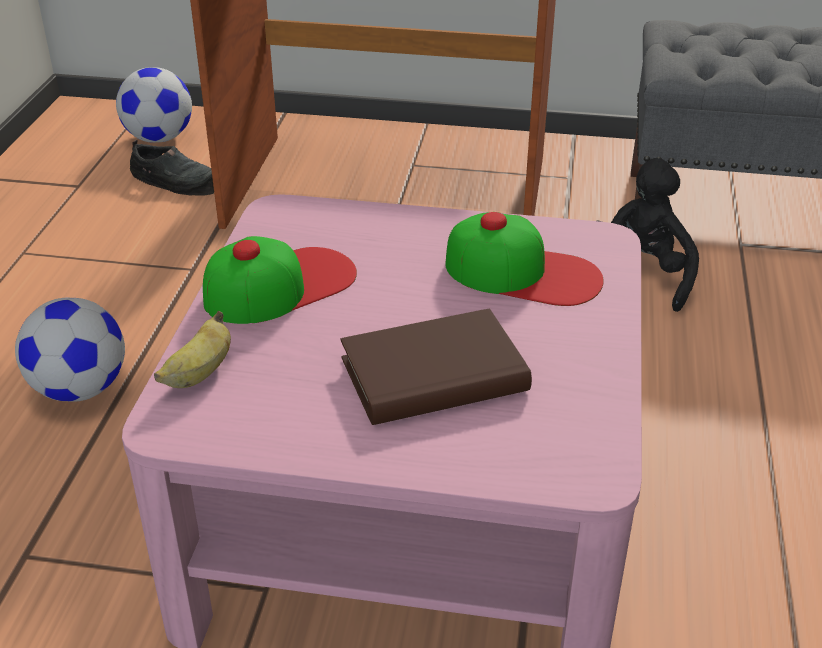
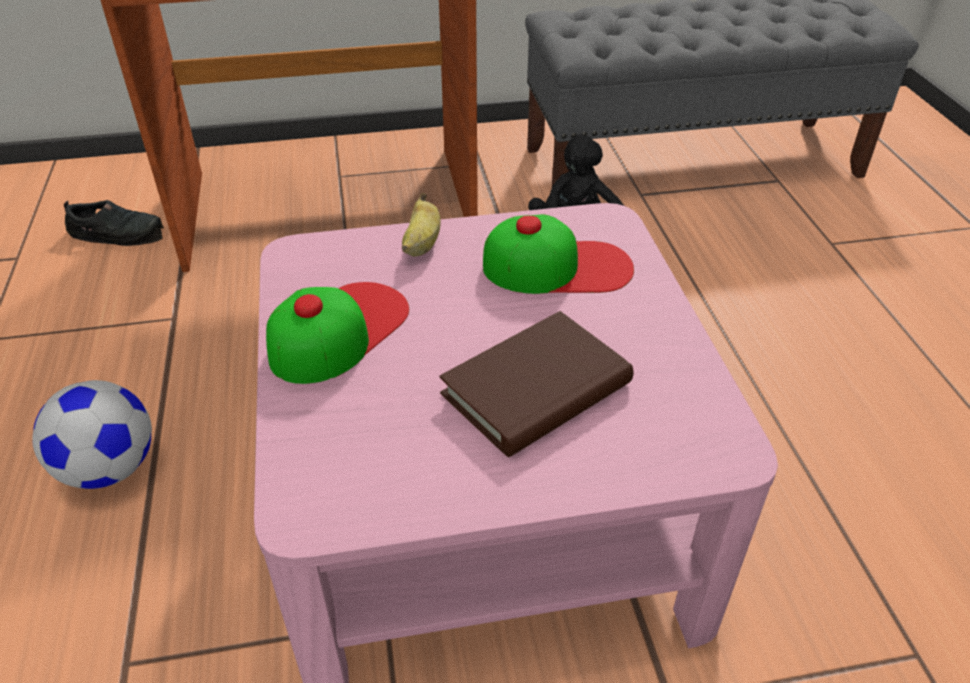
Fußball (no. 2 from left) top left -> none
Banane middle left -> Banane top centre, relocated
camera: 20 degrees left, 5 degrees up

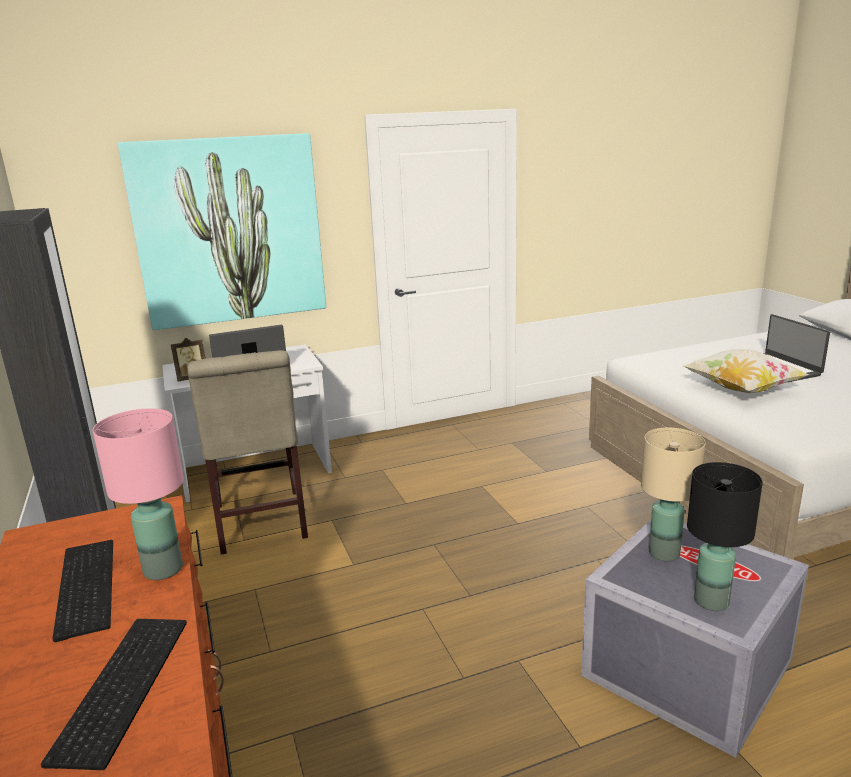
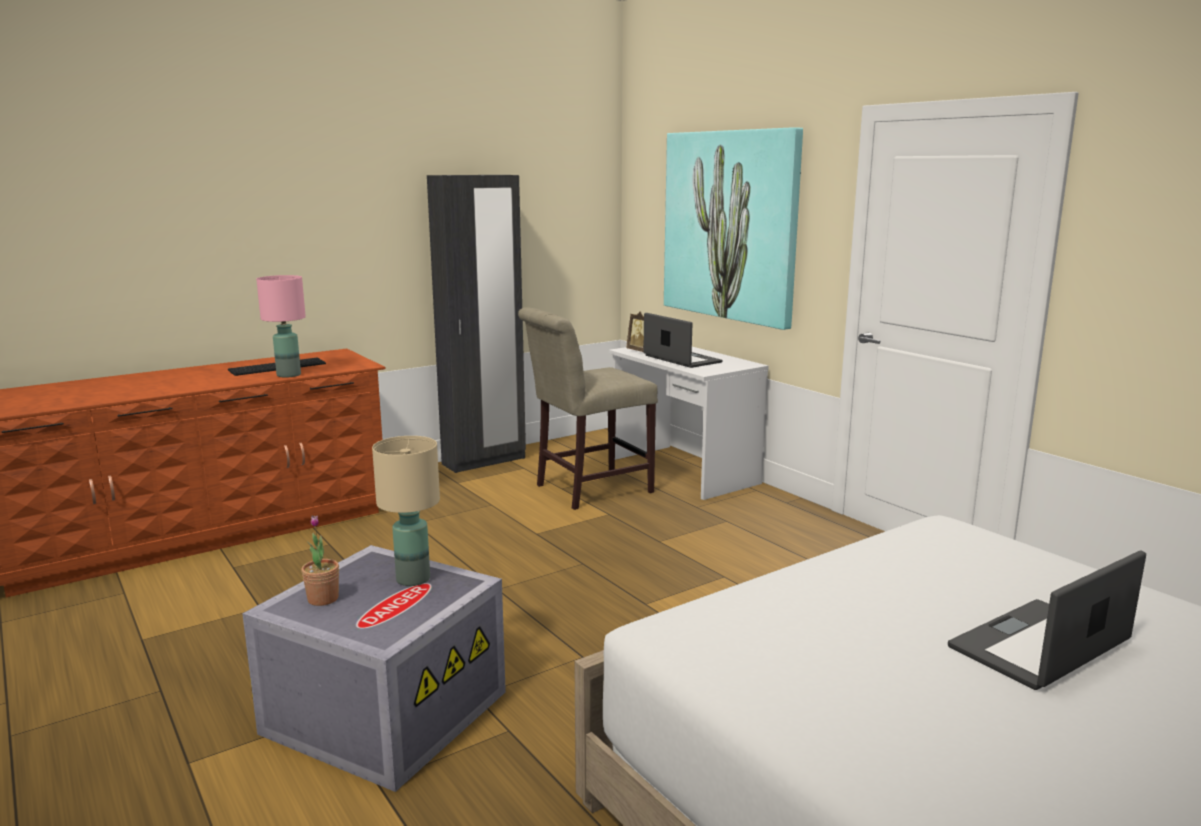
Kissen middle right -> none
Tischlampe/schwarz bottom right -> Topfpflanze bottom left
Tastatur (no. 2 from left) bottom left -> none
camera: 75 degrees right, 5 degrees down

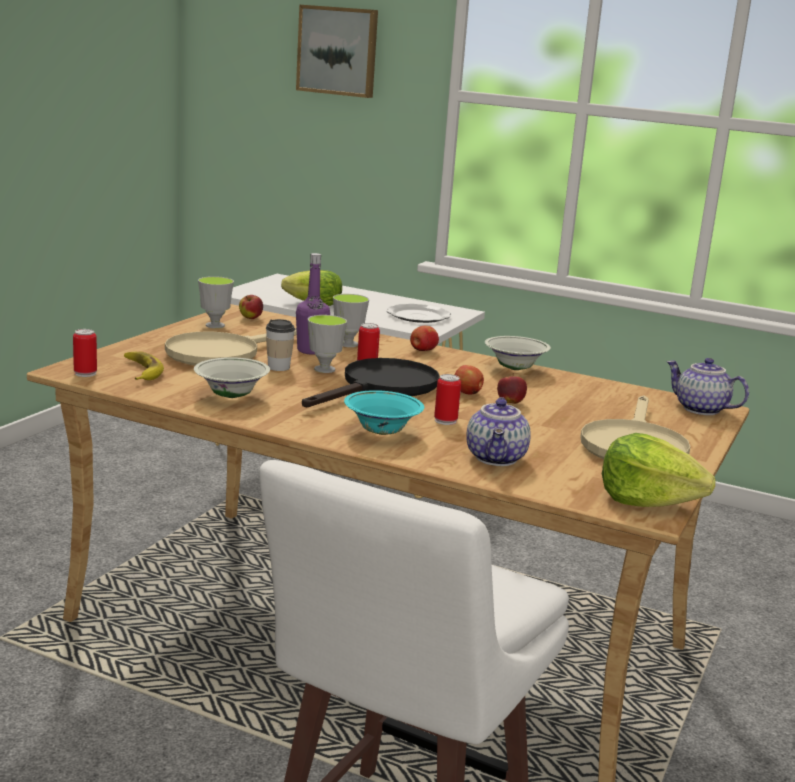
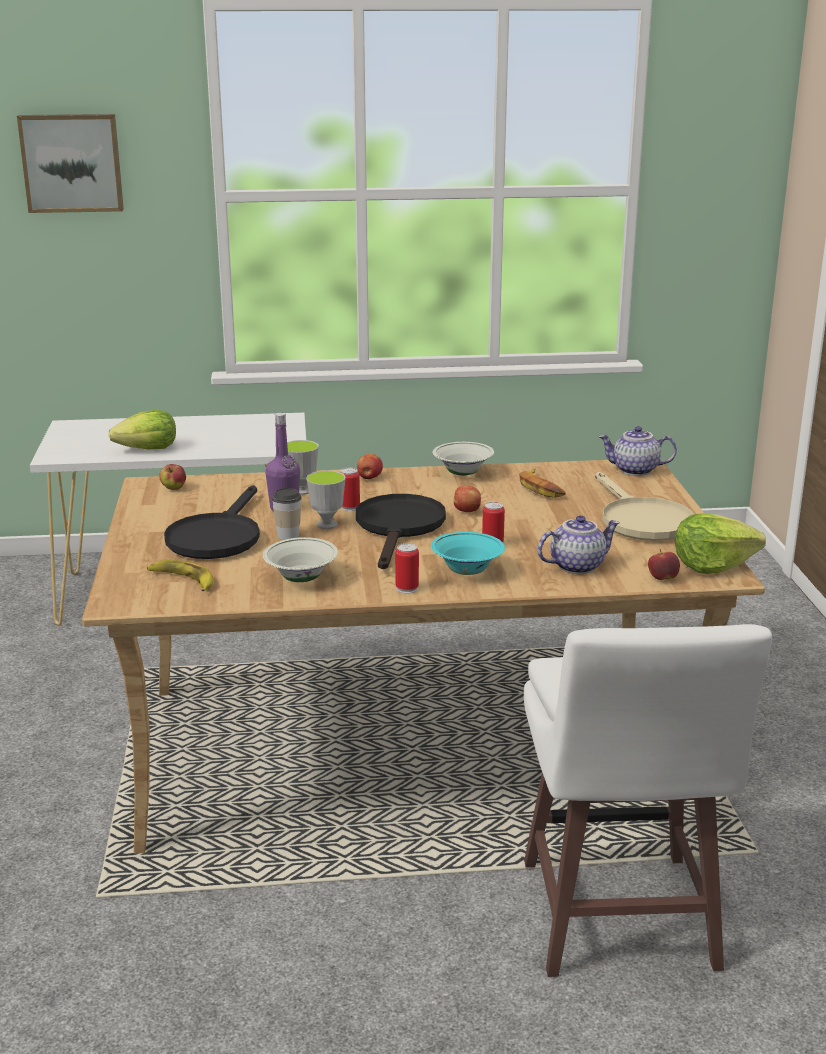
Tasse (no. 1 from left) middle left -> none
Teller centre -> none
Pfanne/beige (no. 1 from left) middle left -> Pfanne/schwarz (no. 1 from left) middle left
Dose (no. 1 from left in the first image) middle left -> Dose (no. 2 from left) centre, relocated
Apfel (no. 4 from left) centre -> Apfel (no. 4 from left) middle right, relocated
Teekanne (no. 1 from left) centre -> Teekanne (no. 1 from left) middle right, 90 degrees counterclockwise
none -> Banane (no. 2 from left) centre
camera: 30 degrees left, 5 degrees up

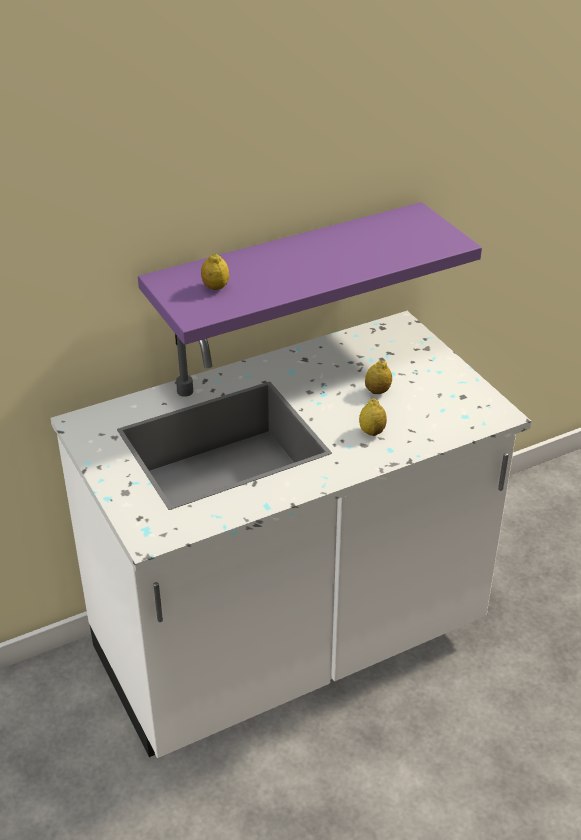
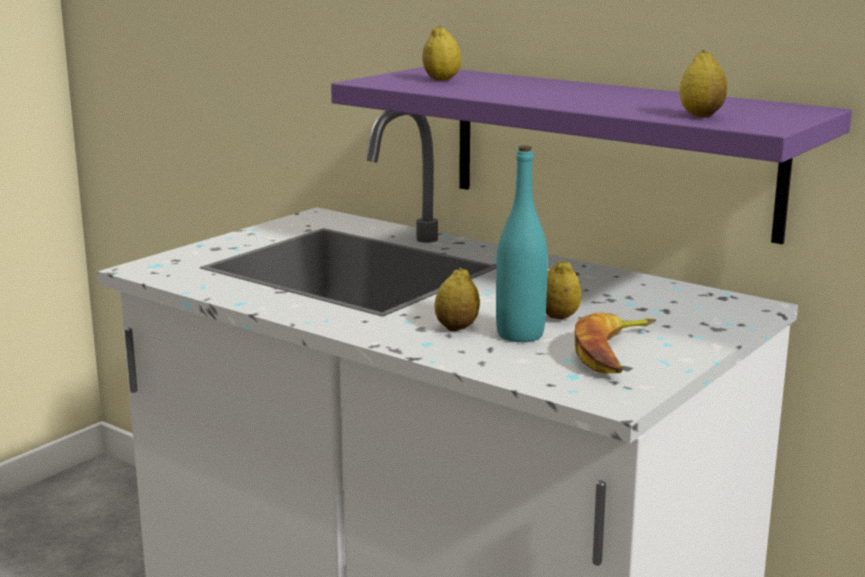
none -> Zitrone (no. 4 from left) top right
none -> Flasche/türkis centre
none -> Banane middle right
camera: 65 degrees right, 20 degrees down

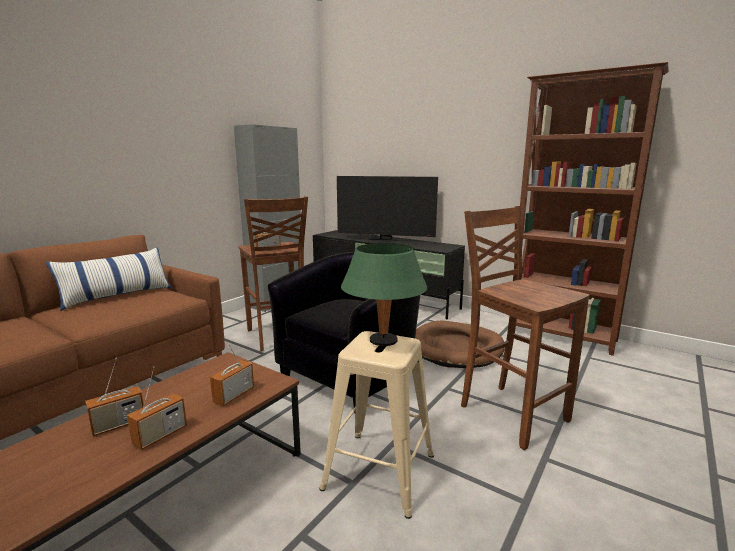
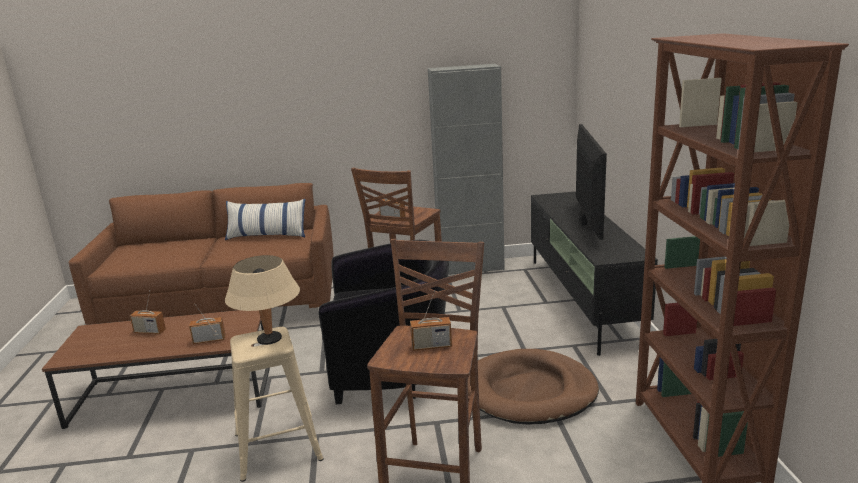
Fernseher centre -> Fernseher middle right, 150 degrees counterclockwise
Tischlampe/grün centre -> Tischlampe/beige middle left
Radio (no. 2 from left in the first image) bottom left -> Radio (no. 4 from left) centre, relocated
camera: 50 degrees right, 5 degrees up

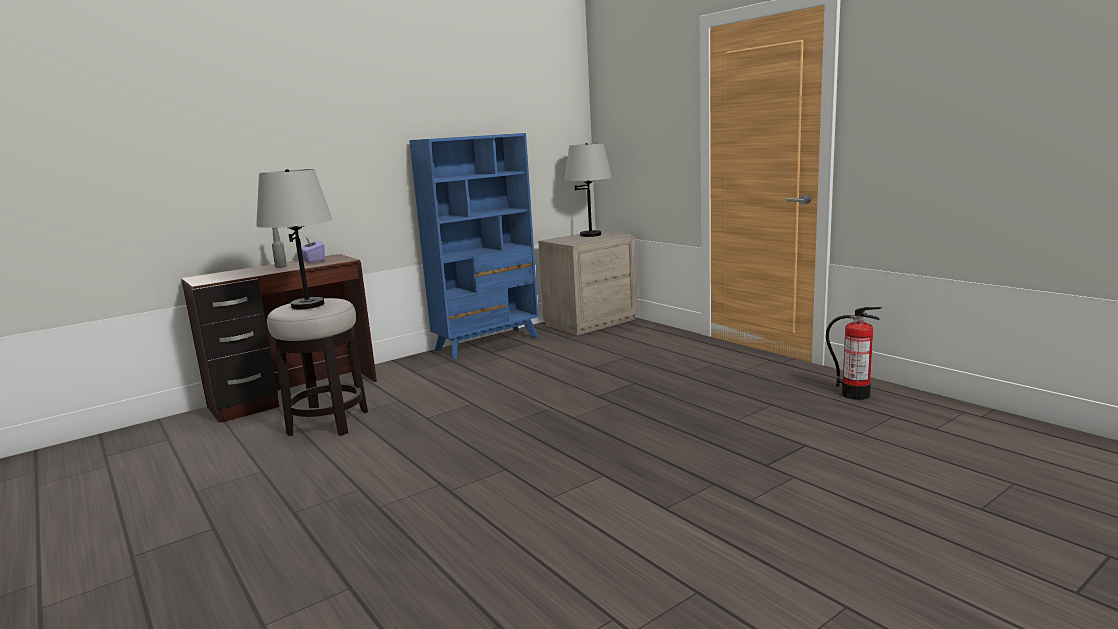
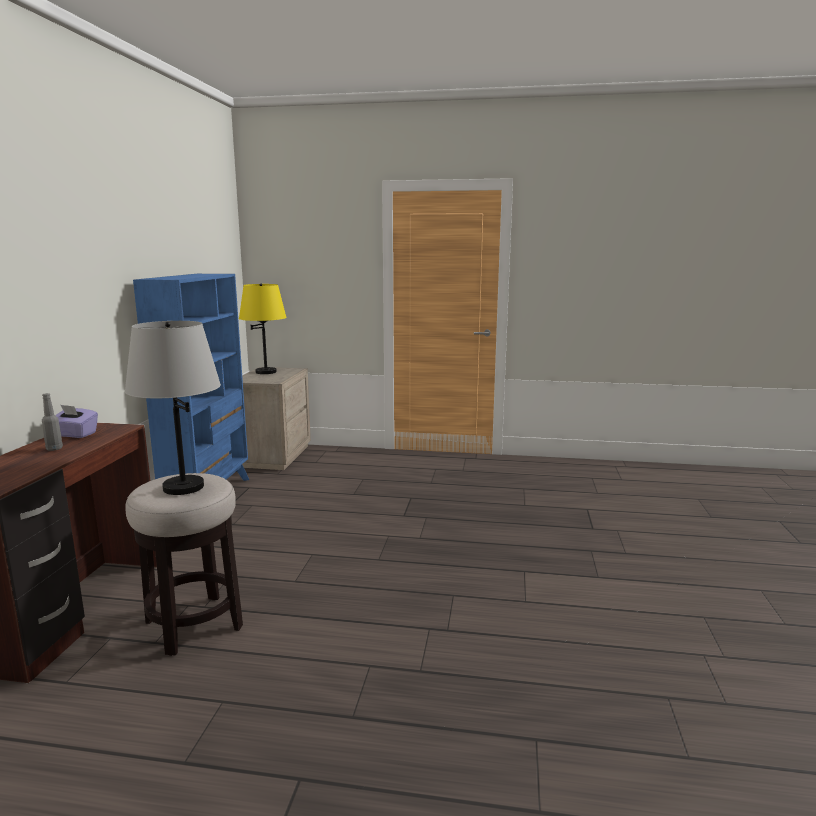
Tischlampe/grau (no. 2 from left) top centre -> Tischlampe/gelb middle left
Feuerlöscher middle right -> none
camera: 45 degrees left, 0 degrees up

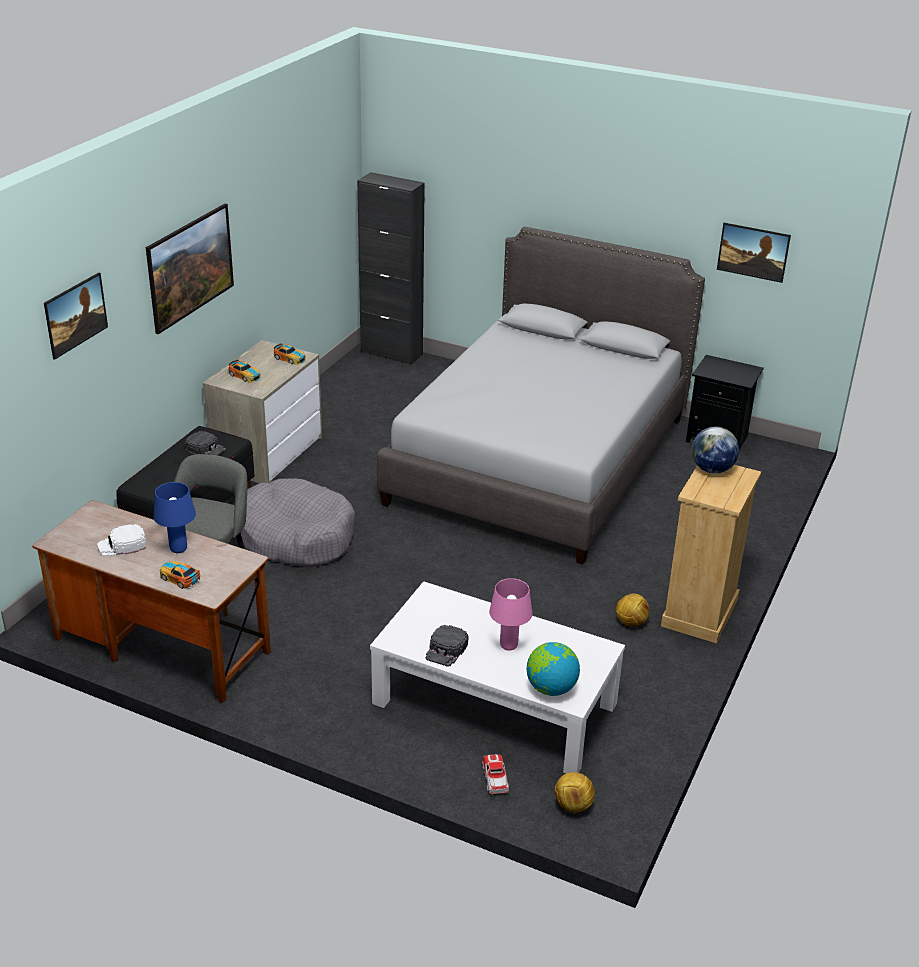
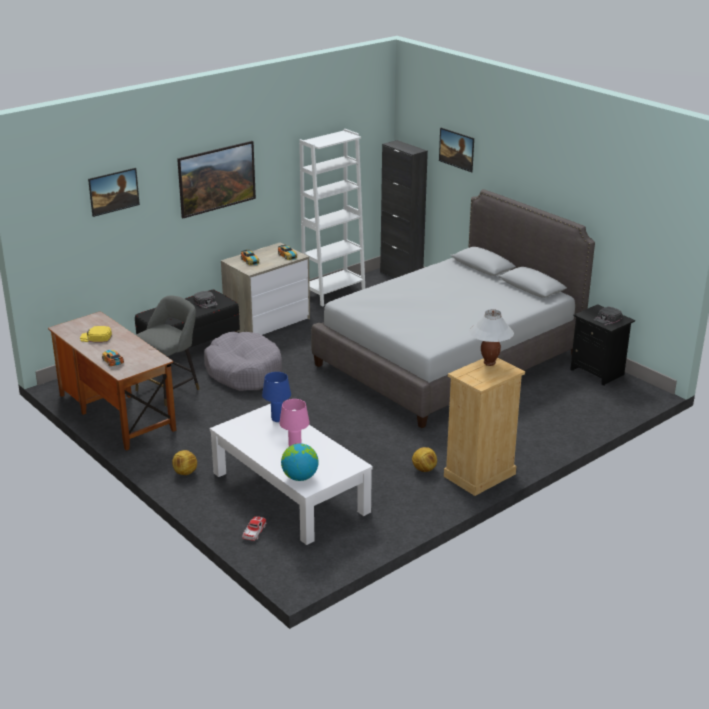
Bild (no. 3 from left) top right -> Bild (no. 3 from left) top centre, relocated
Globus (no. 2 from left) middle right -> Tischlampe/weiß middle right
Tischlampe/blau middle left -> Tischlampe/blau centre, relocated
Kappe/weiß middle left -> Kappe/gelb middle left
Kappe/schwarz (no. 2 from left) bottom centre -> Kappe/schwarz (no. 2 from left) middle right, relocated
Fußball (no. 1 from left) bottom centre -> Fußball (no. 1 from left) middle left, relocated
none -> Bücherregal/weiß top centre
camera: 25 degrees right, 5 degrees down

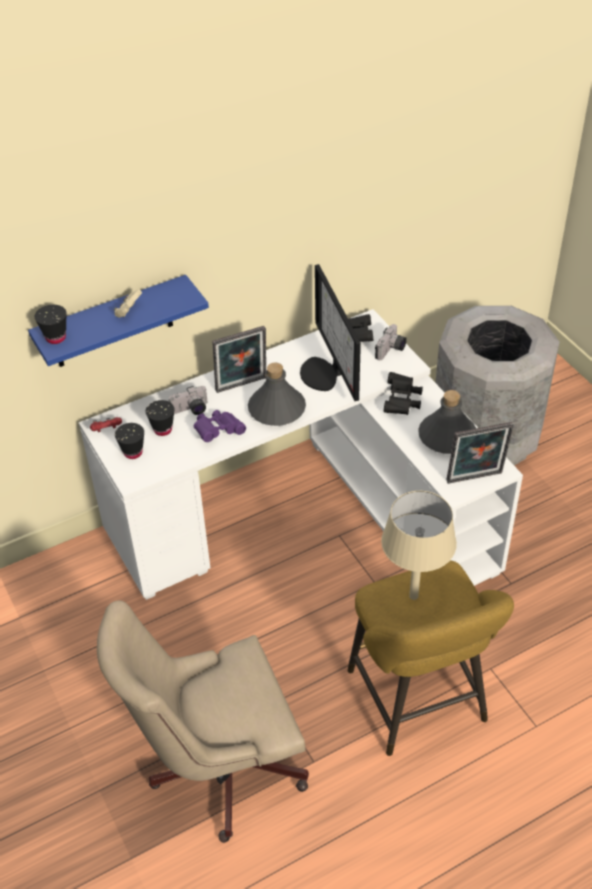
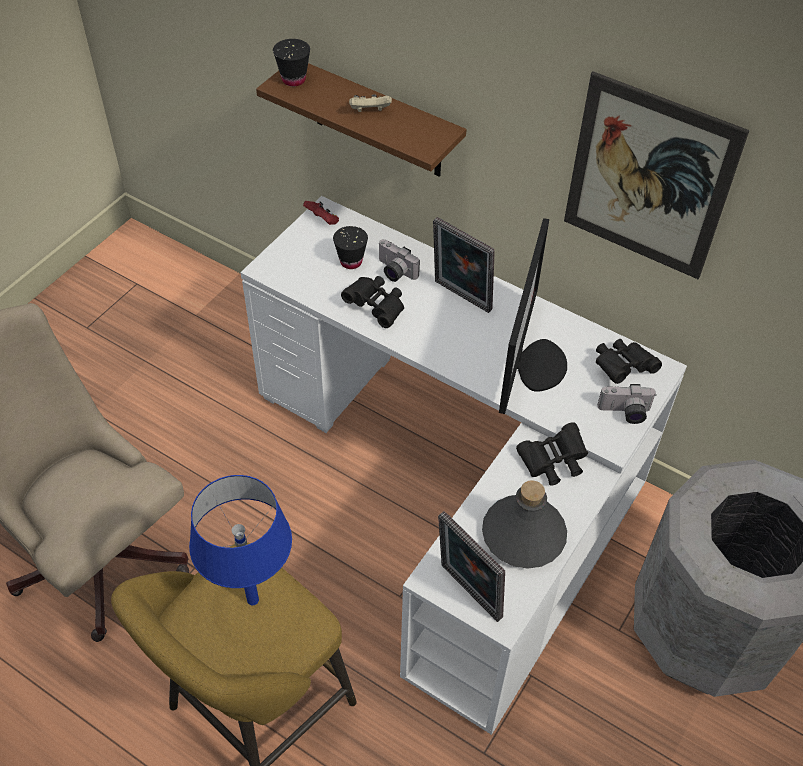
Monitor centre, 150 degrees clockwise
Wandregal/blau middle left -> Wandregal/braun top centre
Flasche/grau (no. 1 from left) centre -> none
Fernglas/lila centre -> Fernglas/schwarz (no. 1 from left) centre
Tasse/schwarz (no. 2 from left) middle left -> none
Tischlampe/beige middle right -> Tischlampe/blau bottom left
none -> Bild top right
camera: 60 degrees right, 5 degrees up

